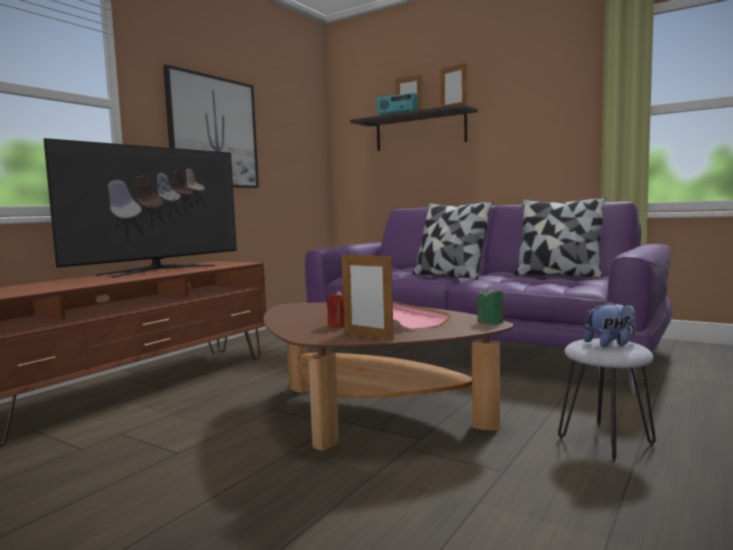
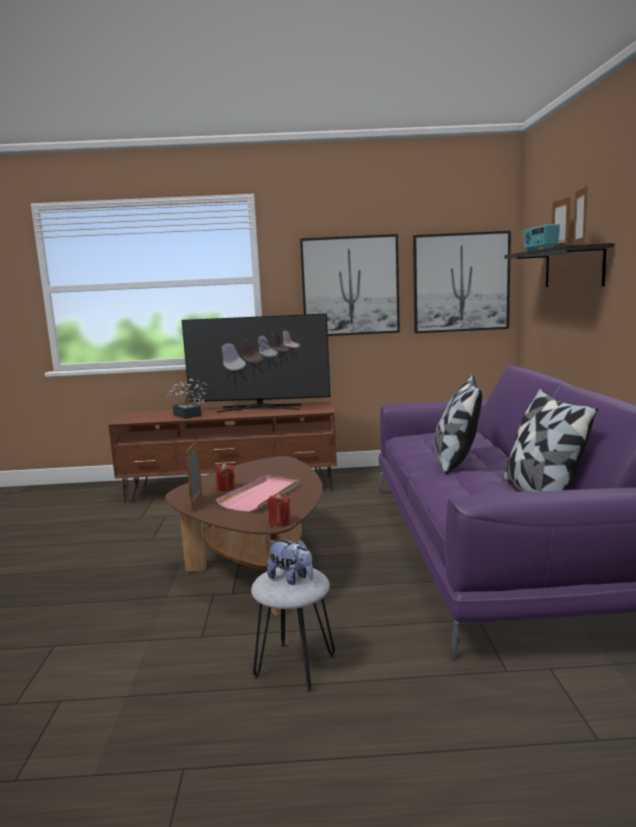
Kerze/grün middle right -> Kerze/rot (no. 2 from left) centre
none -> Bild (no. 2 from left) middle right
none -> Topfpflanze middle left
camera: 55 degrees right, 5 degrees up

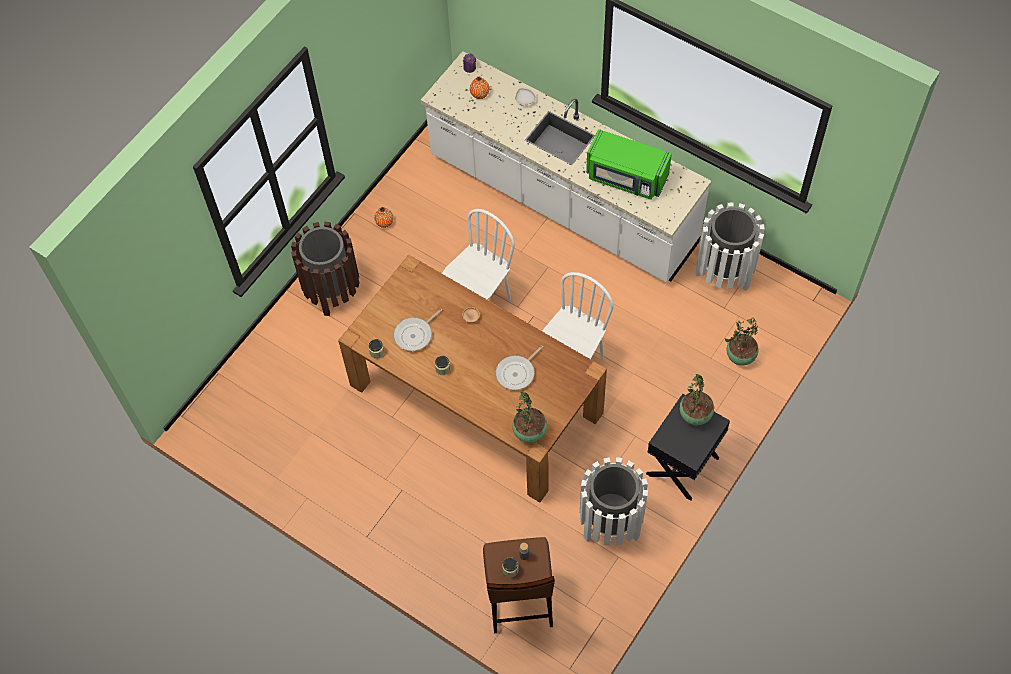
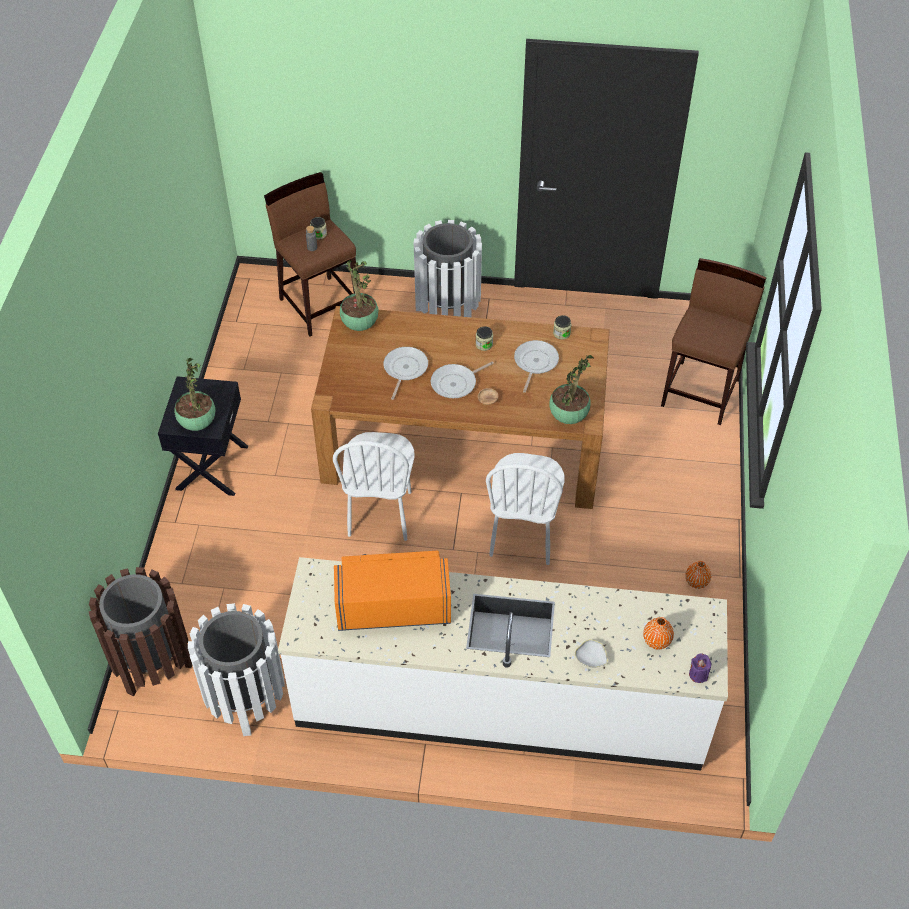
Mikrowelle/grün top centre -> Mikrowelle/orange centre
Mülleimer/braun middle left -> Mülleimer/braun bottom left, relocated
Topfpflanze (no. 3 from left) middle right -> Topfpflanze (no. 3 from left) centre, relocated
Mülleimer/weiß (no. 1 from left in the first image) bottom centre -> Mülleimer/weiß (no. 2 from left) top centre, relocated
none -> Hocker/braun (no. 2 from left) middle right
none -> Pfanne (no. 2 from left) centre
camera: 150 degrees right, 10 degrees down

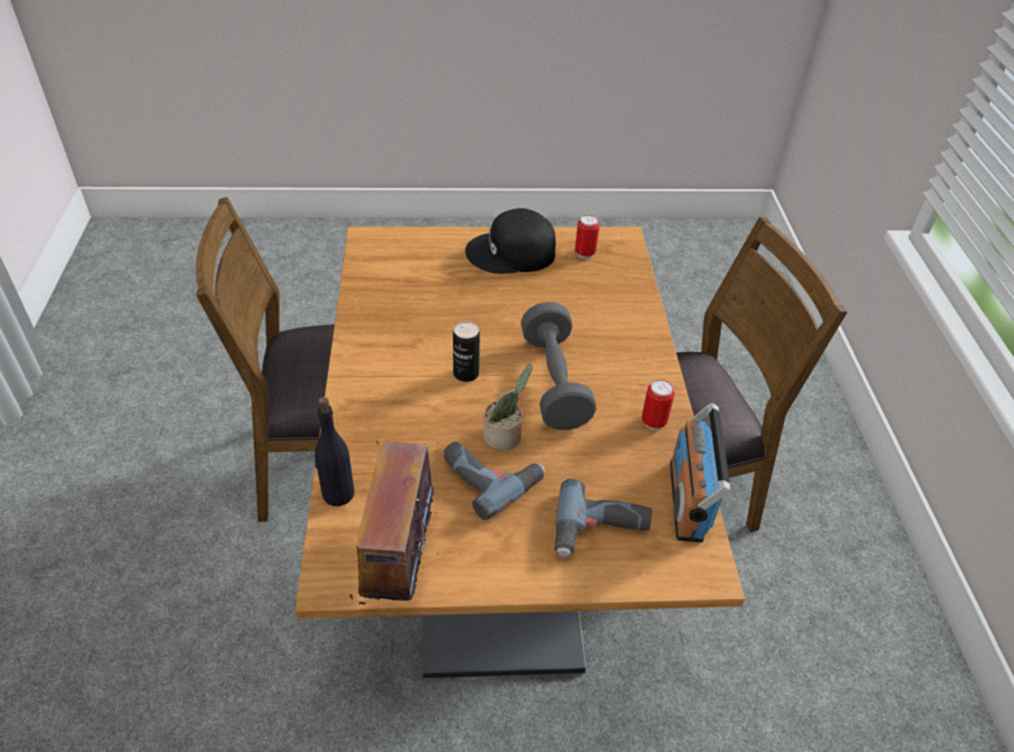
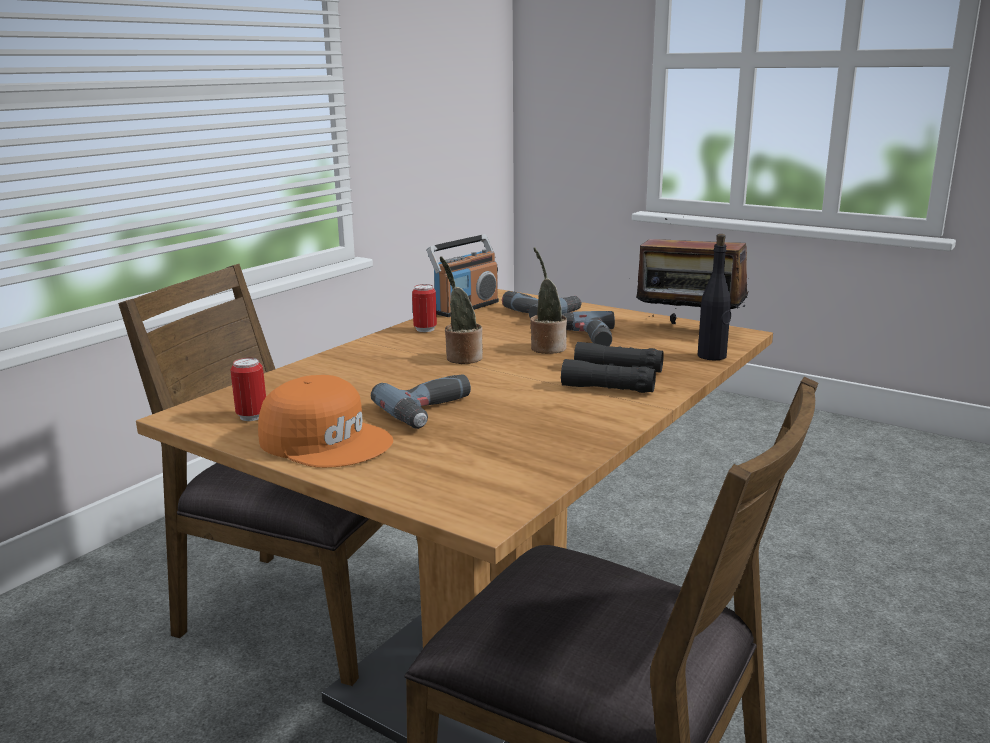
Kappe/schwarz top centre -> Kappe/orange middle left
Hantel/grau centre -> Topfpflanze (no. 1 from left) centre
Dose (no. 1 from left) centre -> none
Radio (no. 1 from left in the first image) bottom centre -> Radio (no. 2 from left) middle right, 75 degrees clockwise
none -> Fernglas/schwarz centre
none -> Bohrmaschine (no. 1 from left) centre
camera: 140 degrees left, 25 degrees down

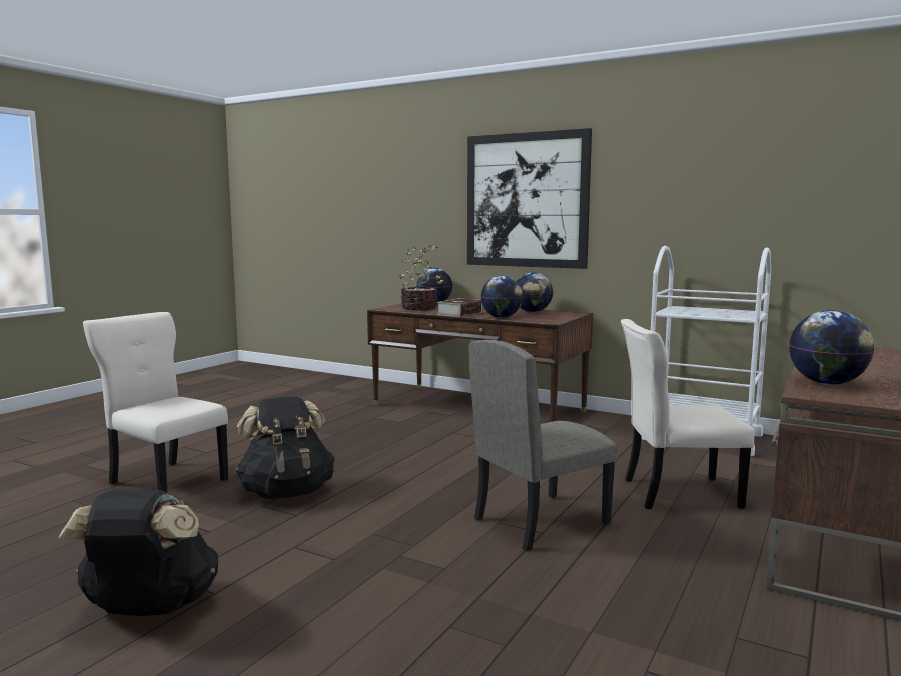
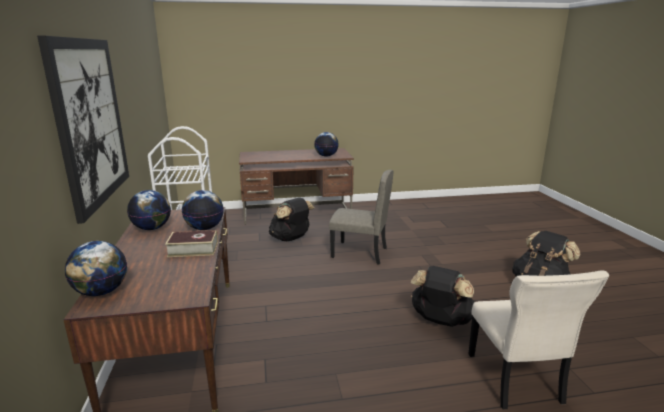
Topfpflanze centre -> none
Stuhl/beige (no. 3 from left) middle right -> Rucksack/schwarz (no. 1 from left) centre
camera: 130 degrees left, 10 degrees up

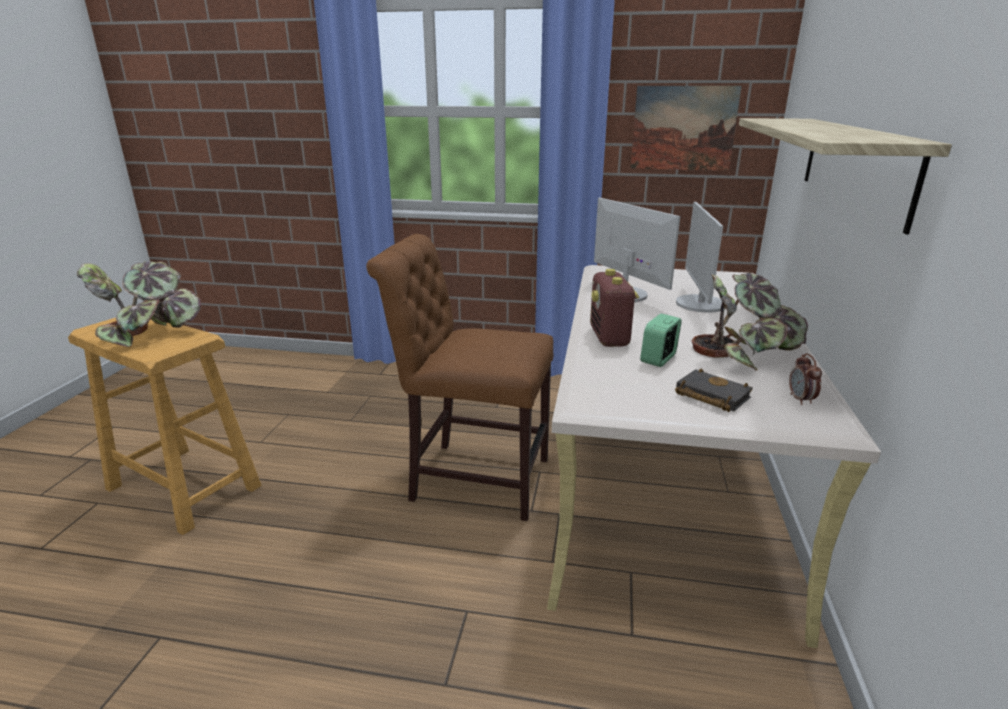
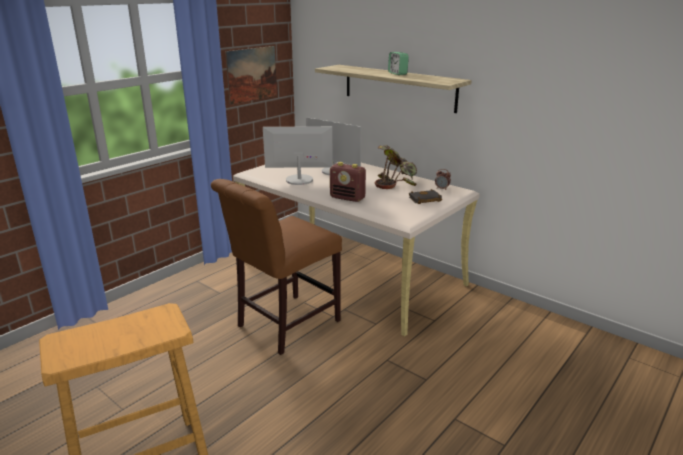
Topfpflanze (no. 1 from left) middle left -> none
Wecker (no. 1 from left) centre -> Wecker (no. 1 from left) top centre, relocated
camera: 60 degrees left, 0 degrees up

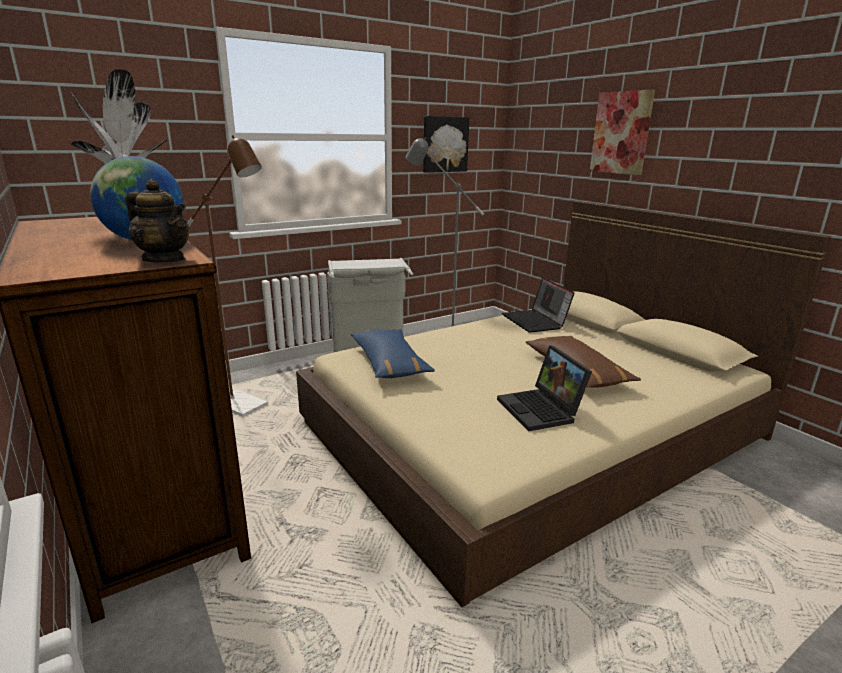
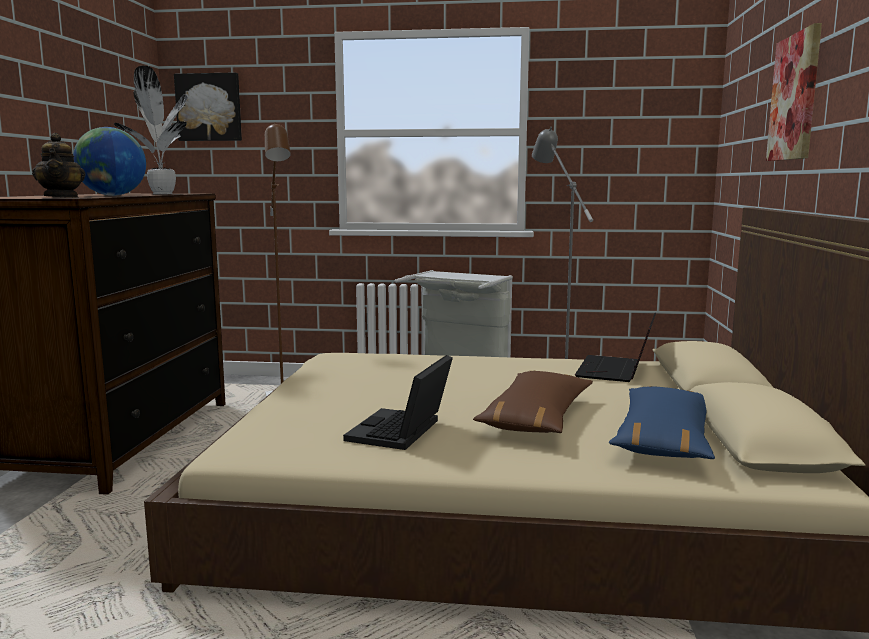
Bild (no. 1 from left) top centre -> Bild (no. 1 from left) top left, relocated
Kissen/blau centre -> Kissen/blau middle right, relocated
camera: 40 degrees right, 10 degrees down

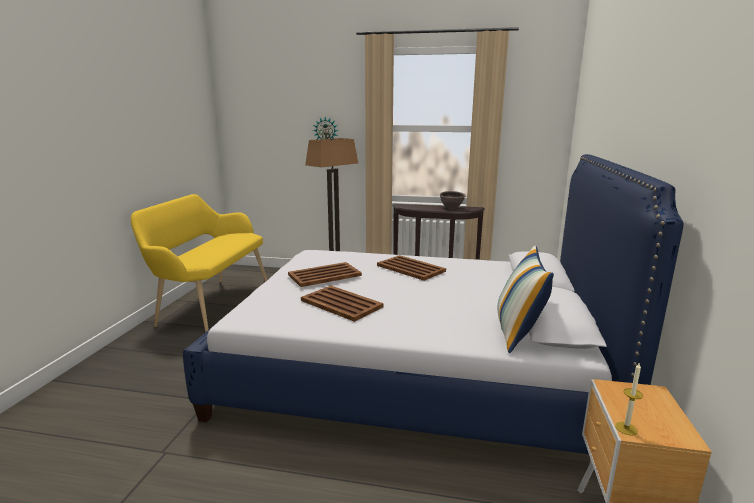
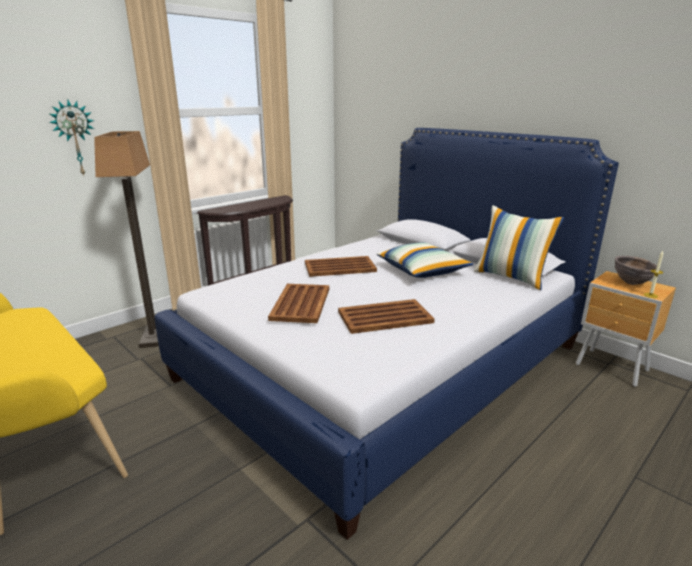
Schüssel/braun centre -> Schüssel/braun middle right, relocated
none -> Kissen (no. 1 from left) centre
camera: 55 degrees left, 5 degrees up

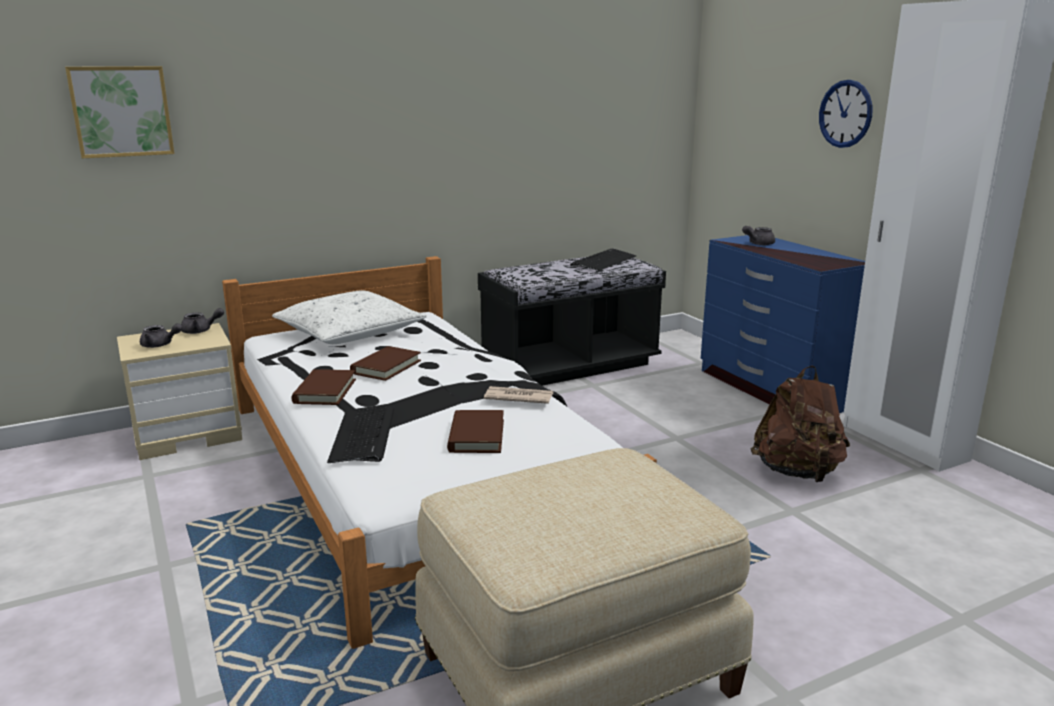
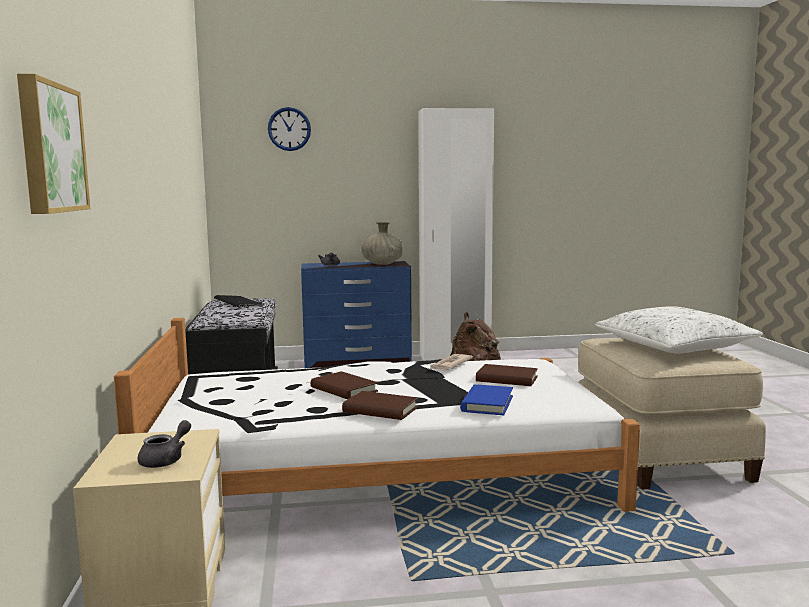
Wanduhr top right -> Wanduhr top centre, relocated
Kissen/weiß middle left -> Kissen/weiß middle right, relocated
Teekanne/grau (no. 2 from left) middle left -> none
Tastatur (no. 1 from left) centre -> Buch/blau centre
none -> Vase/beige centre
camera: 70 degrees left, 10 degrees down

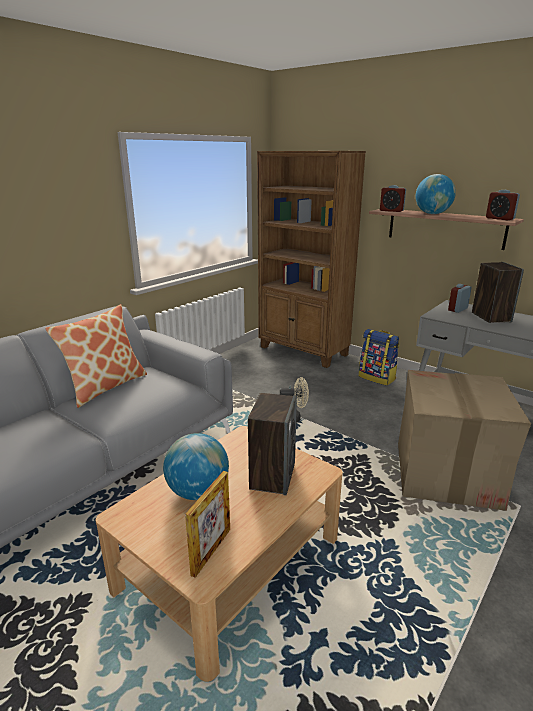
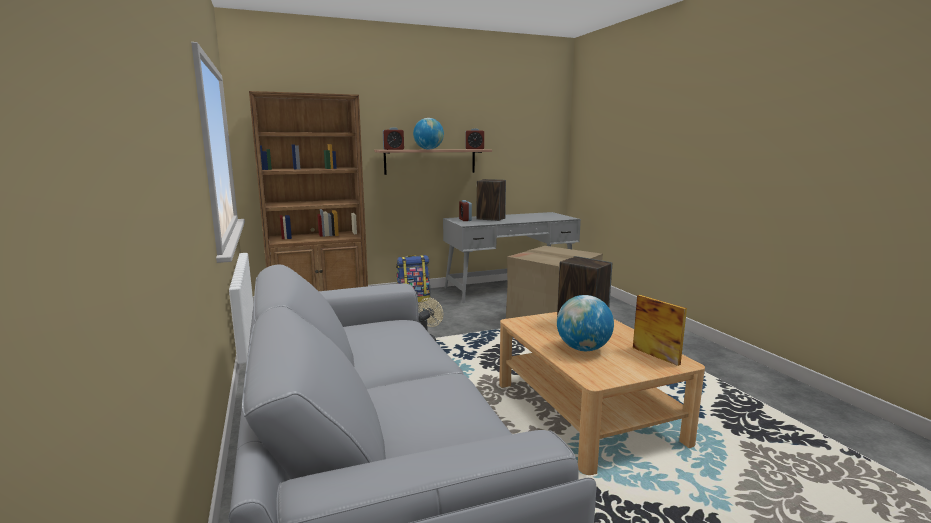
Kissen middle left -> none
camera: 60 degrees left, 10 degrees down

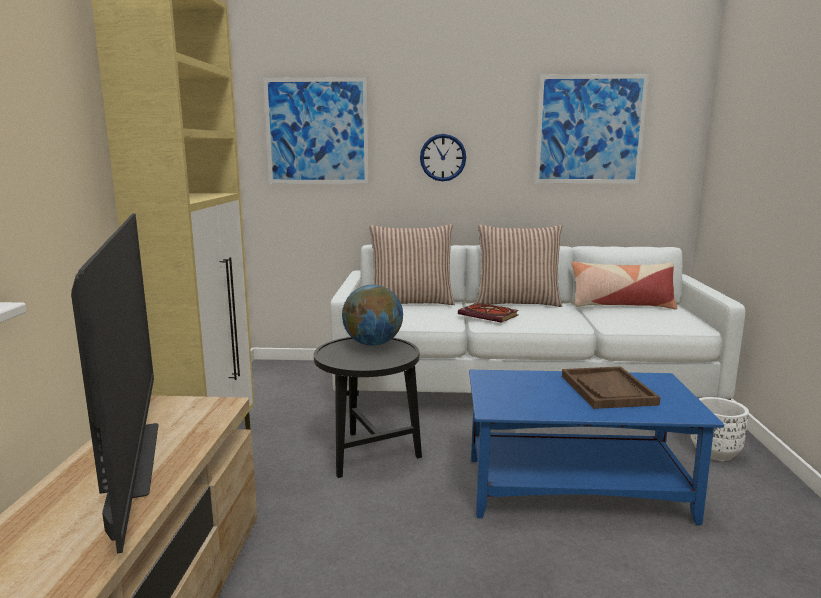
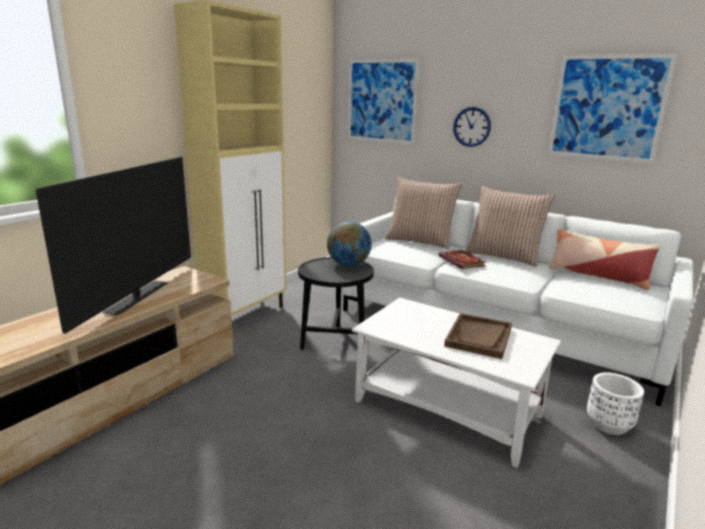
Couchtisch/blau bottom right -> Couchtisch/weiß bottom centre
camera: 30 degrees right, 5 degrees up

